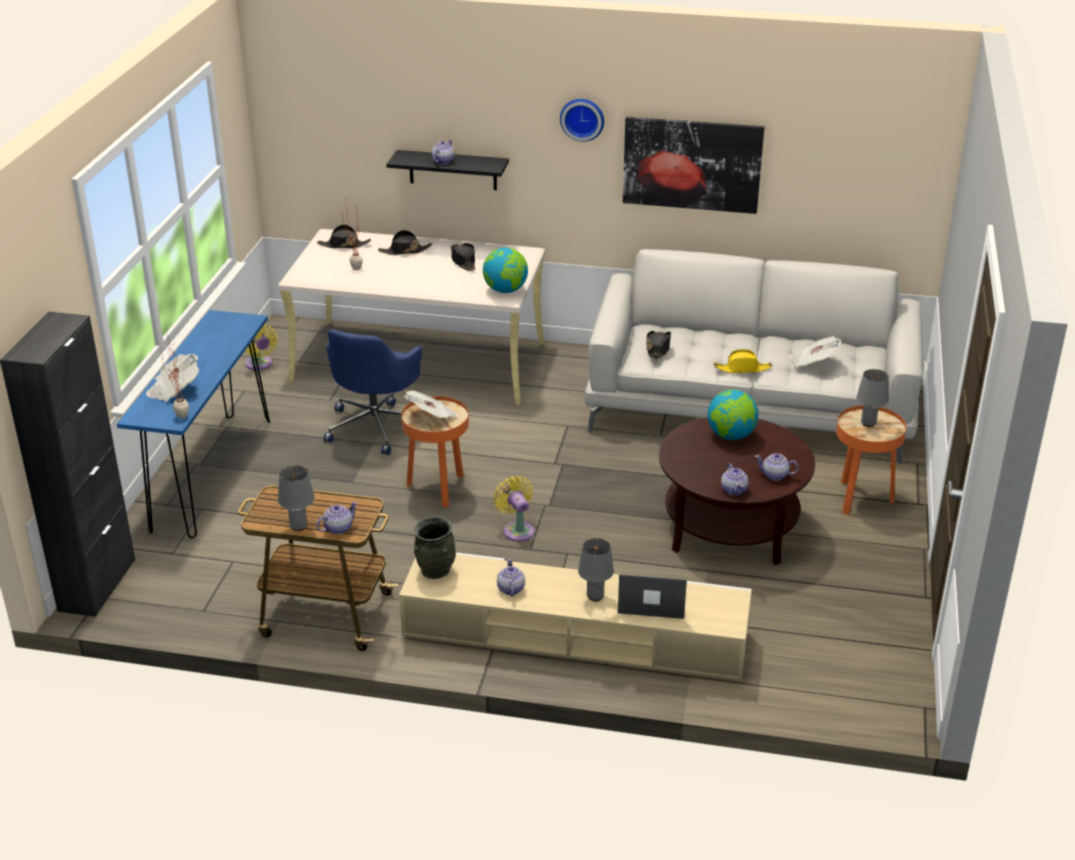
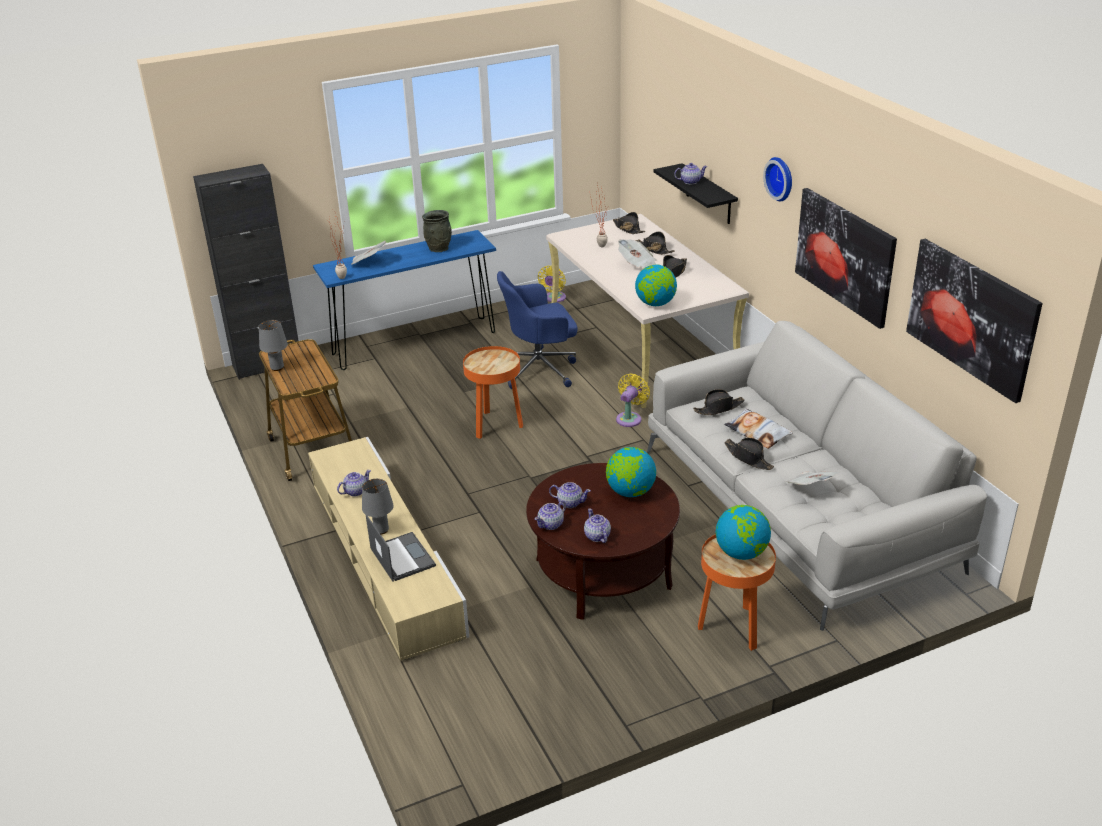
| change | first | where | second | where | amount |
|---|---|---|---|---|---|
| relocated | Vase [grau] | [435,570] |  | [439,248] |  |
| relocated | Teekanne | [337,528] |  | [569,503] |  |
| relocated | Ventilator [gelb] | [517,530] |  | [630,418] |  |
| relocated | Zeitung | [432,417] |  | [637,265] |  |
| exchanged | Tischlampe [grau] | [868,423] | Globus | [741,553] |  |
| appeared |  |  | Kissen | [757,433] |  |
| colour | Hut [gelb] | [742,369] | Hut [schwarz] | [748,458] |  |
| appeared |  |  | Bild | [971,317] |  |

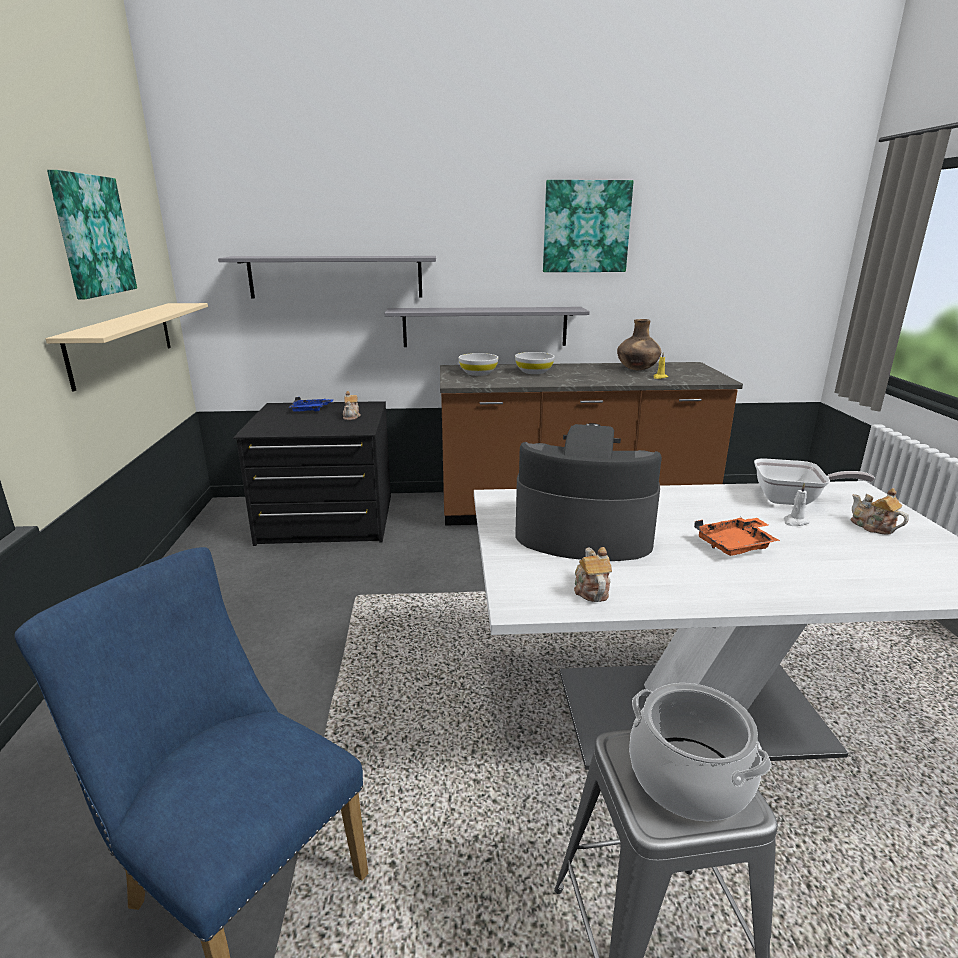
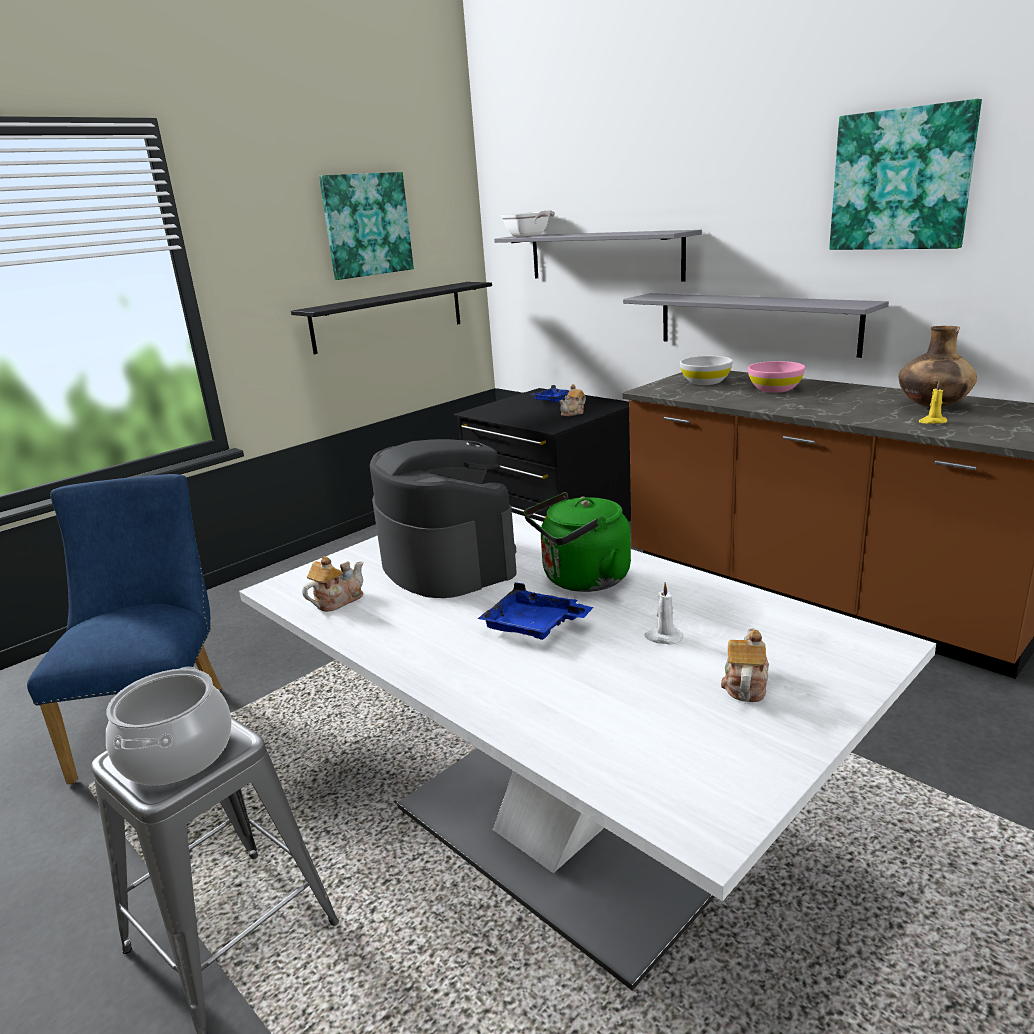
| change | first | where | second | where | amount |
|---|---|---|---|---|---|
| colour | Wandregal [beige] | [122,342] | Wandregal [schwarz] | [389,316] |  |
| colour | Tablett [orange] | [736,545] | Tablett [blau] | [534,626] |  |
| relocated | Pfanne | [793,500] |  | [529,235] |  |
| appeared |  |  | Wasserkessel [grün] | [581,580] |  |
| colour | Schüssel [weiß] | [534,372] | Schüssel [rosa] | [775,389] |  |

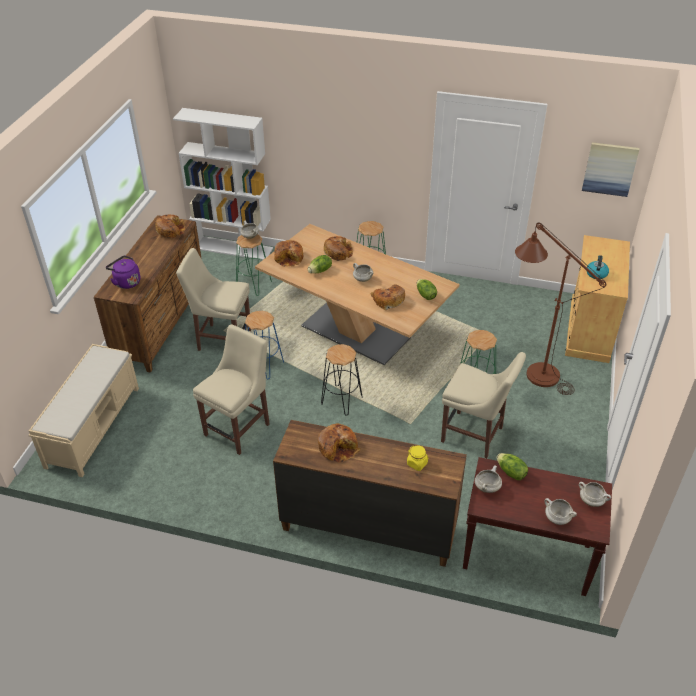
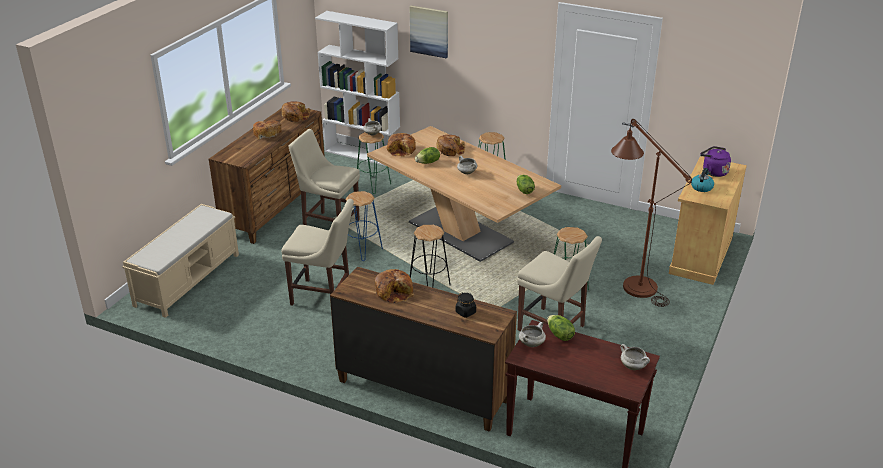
| change | first | where | second | where | amount |
|---|---|---|---|---|---|
| relocated | Brot | [388,300] |  | [267,133] |  |
| spun | Stuhl [beige] | [239,428] |  | [323,296] | 60 degrees clockwise |
| relocated | Bild | [609,169] |  | [429,31] |  |
| colour | Vorratsglas [gelb] | [417,463] | Vorratsglas [schwarz] | [466,312] |  |
| relocated | Wasserkessel [lila] | [126,282] |  | [713,172] |  |
| missing | Kochtopf [weiß] | [556,518] |  |  |  |

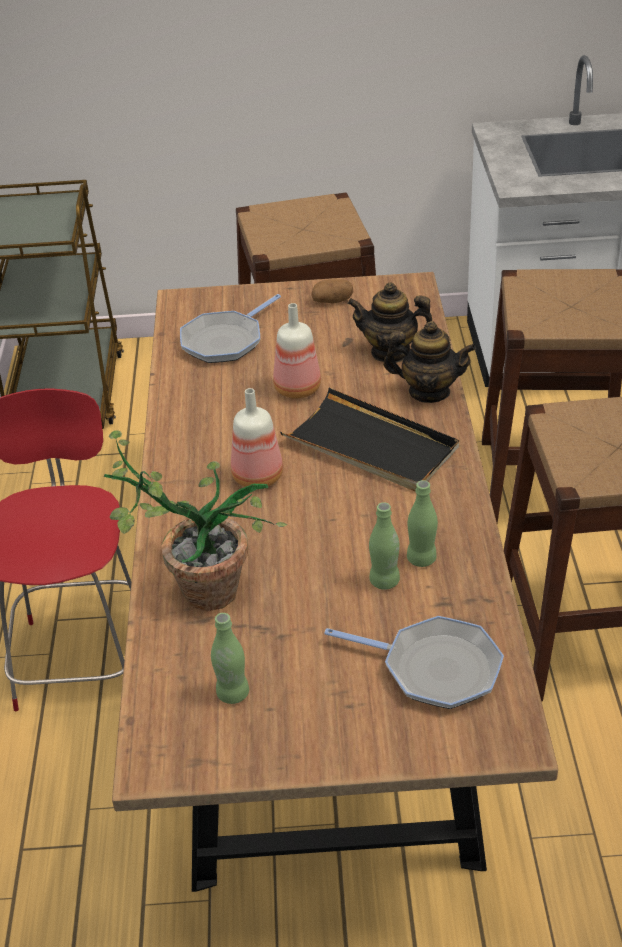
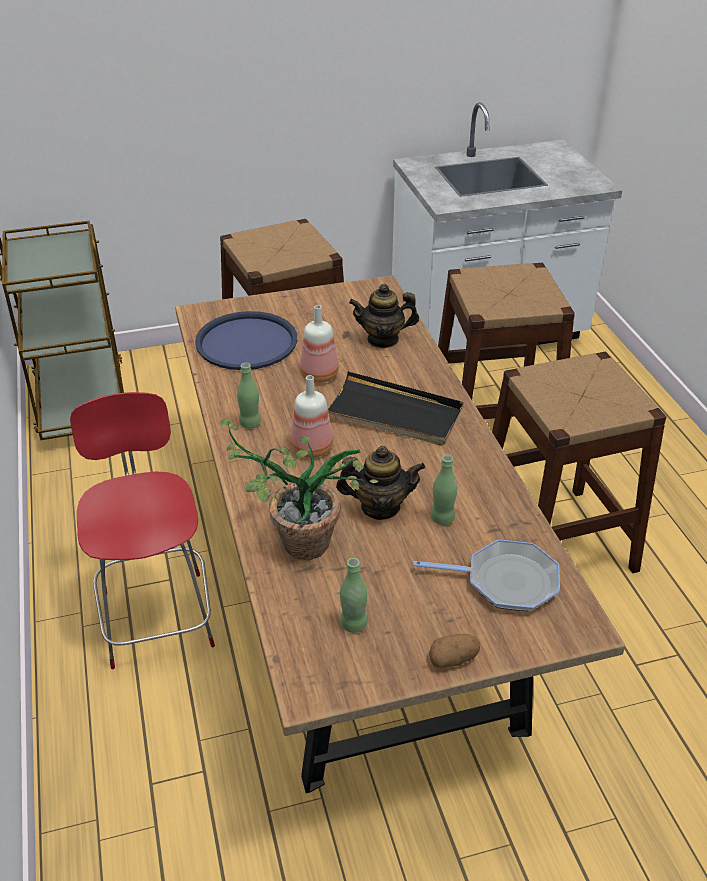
| change | first | where | second | where | amount |
|---|---|---|---|---|---|
| exchanged | Pfanne | [225,341] | Tablett [blau] | [246,342] |  |
| relocated | Flasche [grün] | [421,559] |  | [250,423] |  |
| relocated | Teekanne | [429,392] |  | [380,507] |  |
| relocated | Kartoffel | [332,301] |  | [453,659] |  |

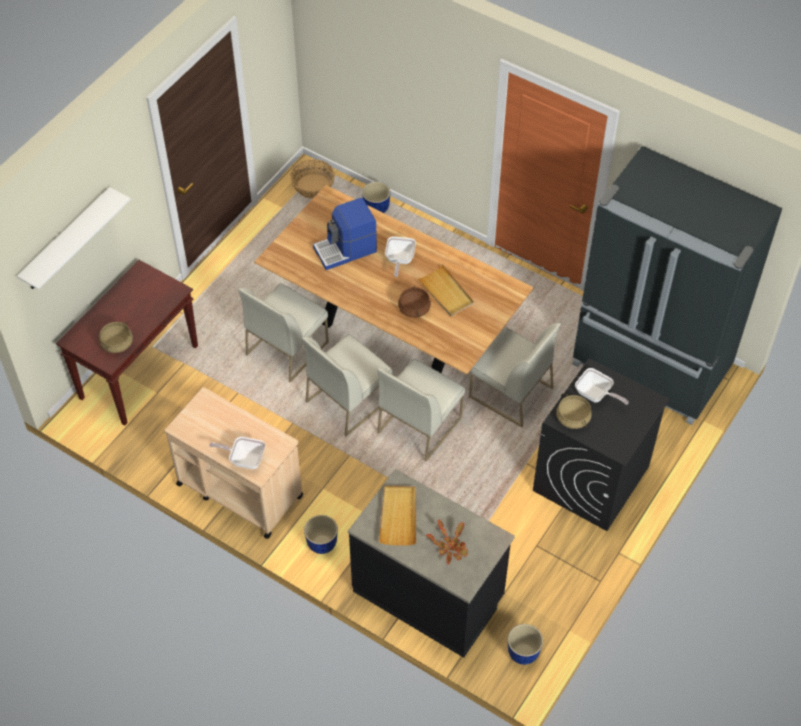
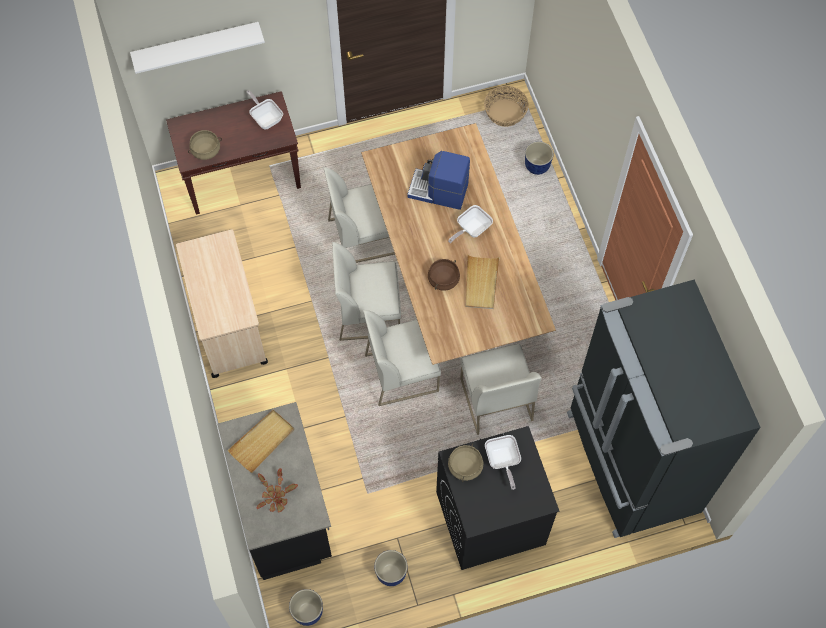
| change | first | where | second | where | amount |
|---|---|---|---|---|---|
| relocated | Pfanne | [244,459] |  | [266,118] |  |
| relocated | Pflanzkübel | [322,544] |  | [390,574] |  |

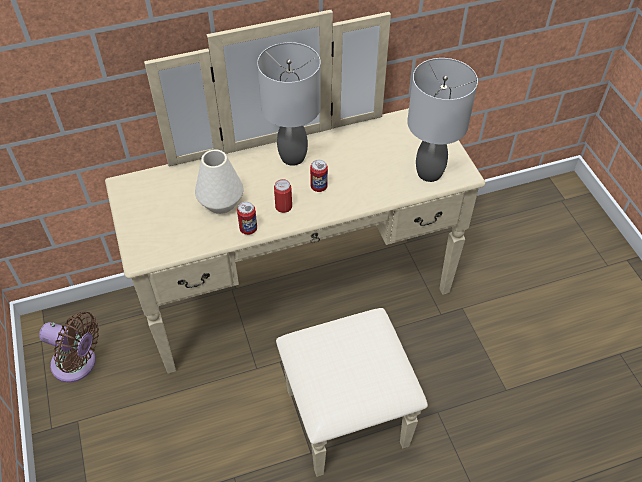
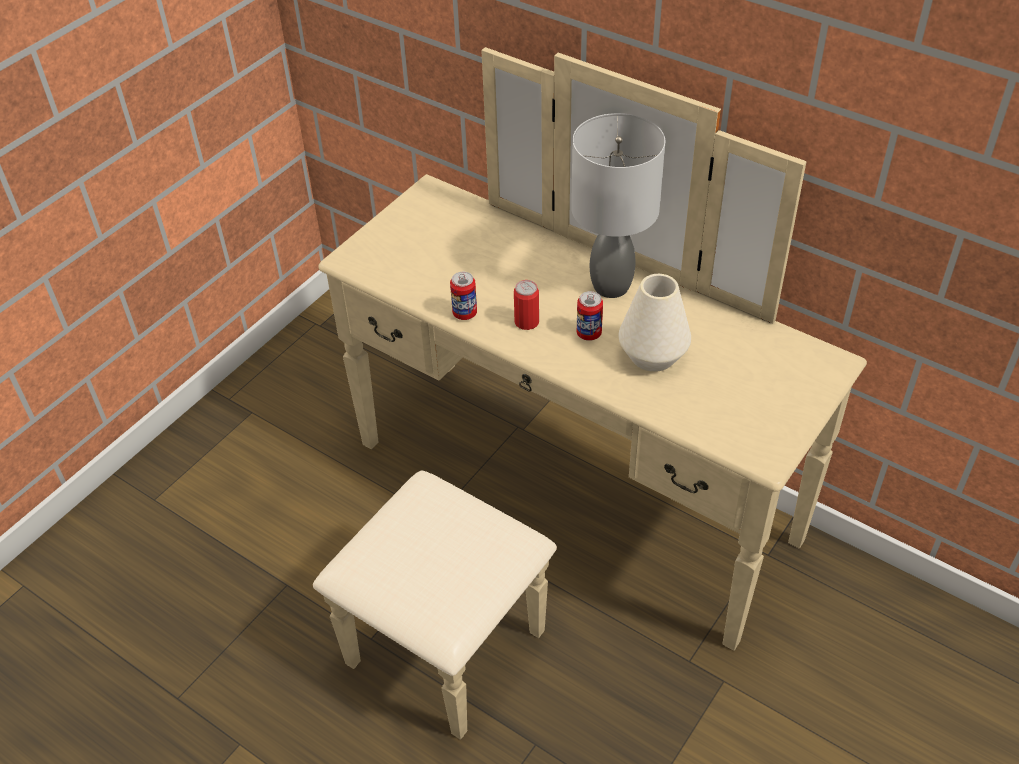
| change | first | where | second | where | amount |
|---|---|---|---|---|---|
| relocated | Vase [weiß] | [221,202] |  | [652,356] |  |
| missing | Ventilator [braun] | [78,364] |  |  |  |
| missing | Tischlampe [grau] | [429,172] |  |  |  |

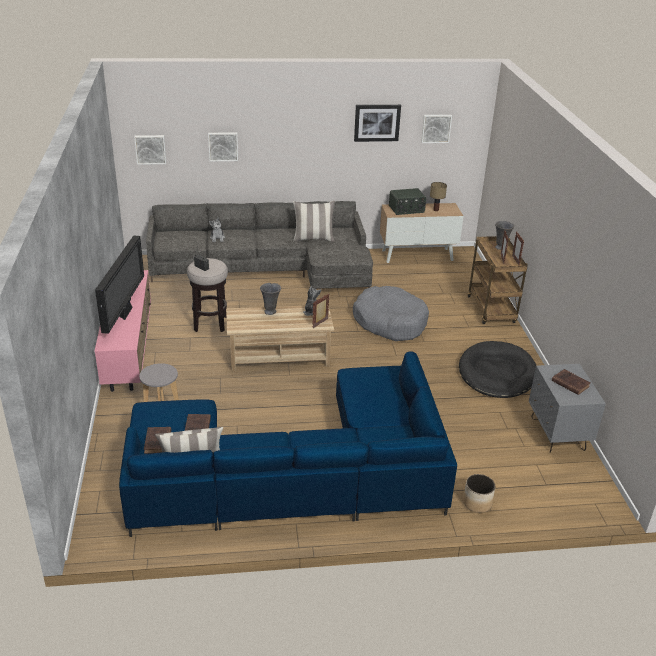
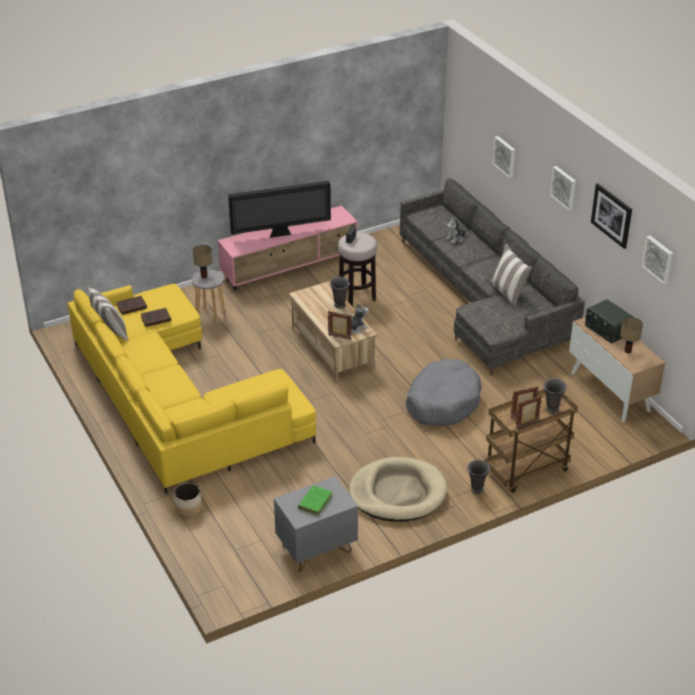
| change | first | where | second | where | amount |
|---|---|---|---|---|---|
| colour | Sofa [blau] | [297,473] | Sofa [gelb] | [177,401] |  |
| appeared |  |  | Tischlampe | [204,276] |  |
| colour | Buch [braun] | [569,383] | Buch [grün] | [315,501] |  |
| colour | Hundebett [schwarz] | [497,373] | Hundebett [beige] | [397,493] |  |
| appeared |  |  | Vase [grau] | [476,490] |  |
| relocated | Bild | [150,149] |  | [564,187] |  |

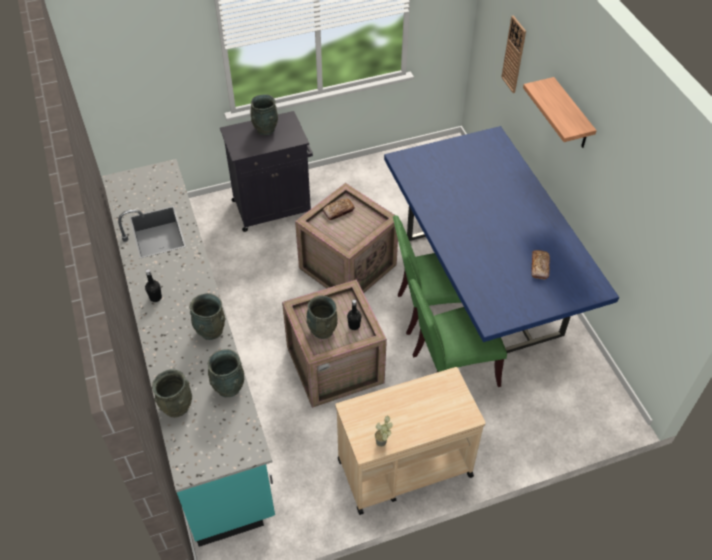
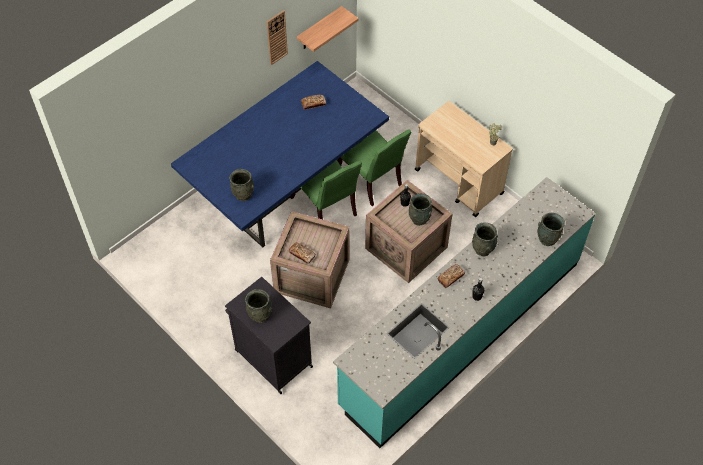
| change | first | where | second | where | amount |
|---|---|---|---|---|---|
| relocated | Vase [grau] | [229,388] |  | [243,194] |  |
| relocated | Wanduhr | [514,55] |  | [276,37] |  |
| relocated | Wandregal | [571,115] |  | [319,29] |  |
| appeared |  |  | Brot | [451,277] |  |

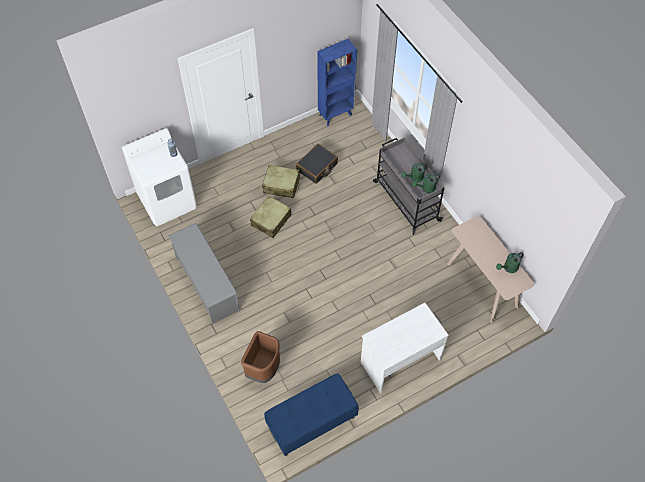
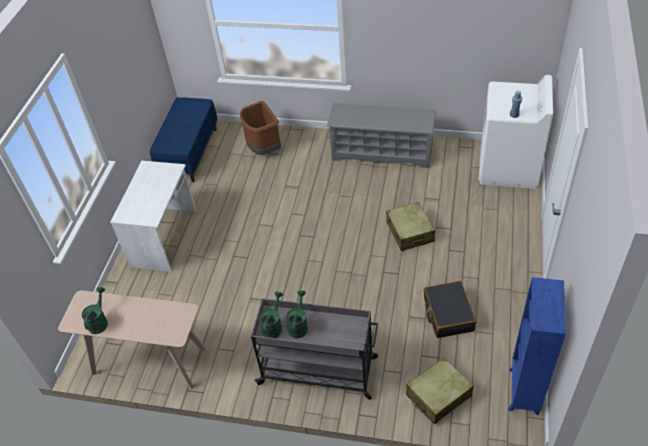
| change | first | where | second | where | amount |
|---|---|---|---|---|---|
| relocated | Koffer [beige] | [281,185] |  | [438,395] |  |

